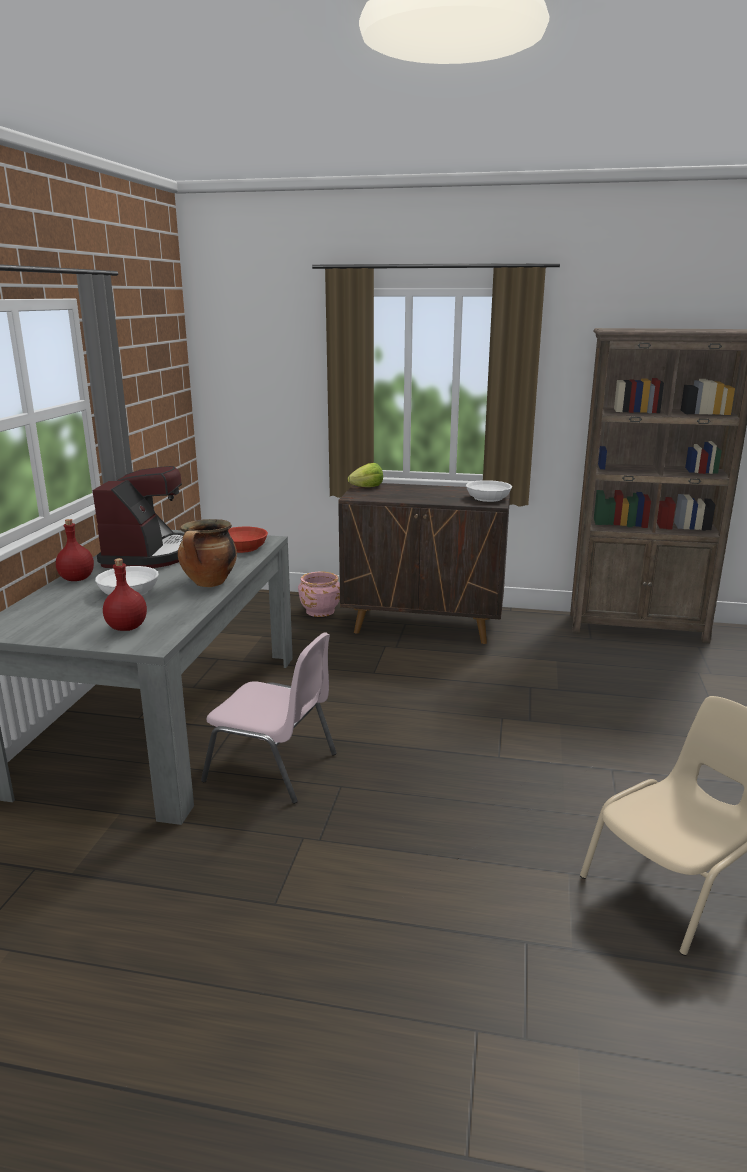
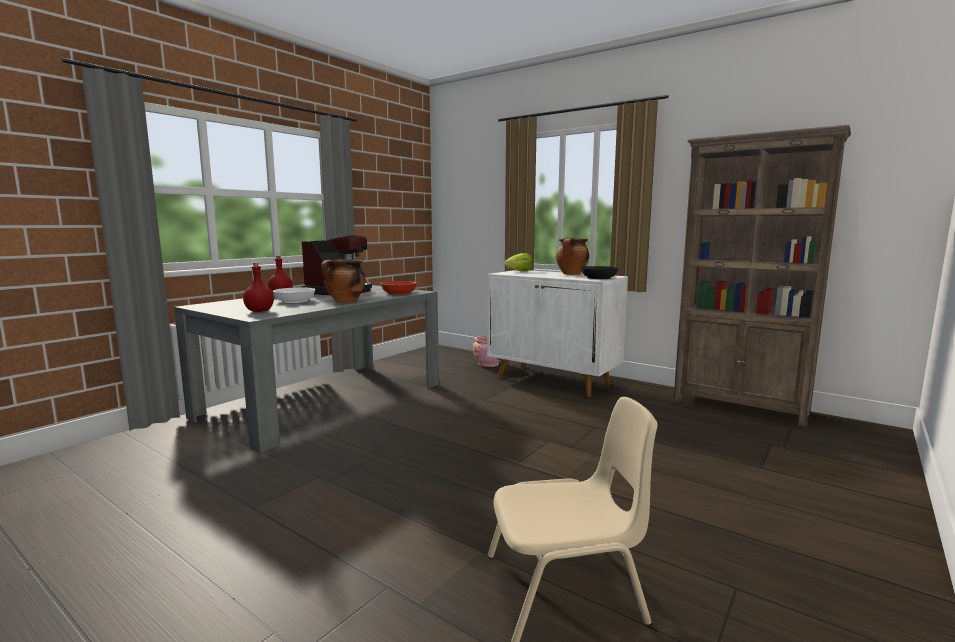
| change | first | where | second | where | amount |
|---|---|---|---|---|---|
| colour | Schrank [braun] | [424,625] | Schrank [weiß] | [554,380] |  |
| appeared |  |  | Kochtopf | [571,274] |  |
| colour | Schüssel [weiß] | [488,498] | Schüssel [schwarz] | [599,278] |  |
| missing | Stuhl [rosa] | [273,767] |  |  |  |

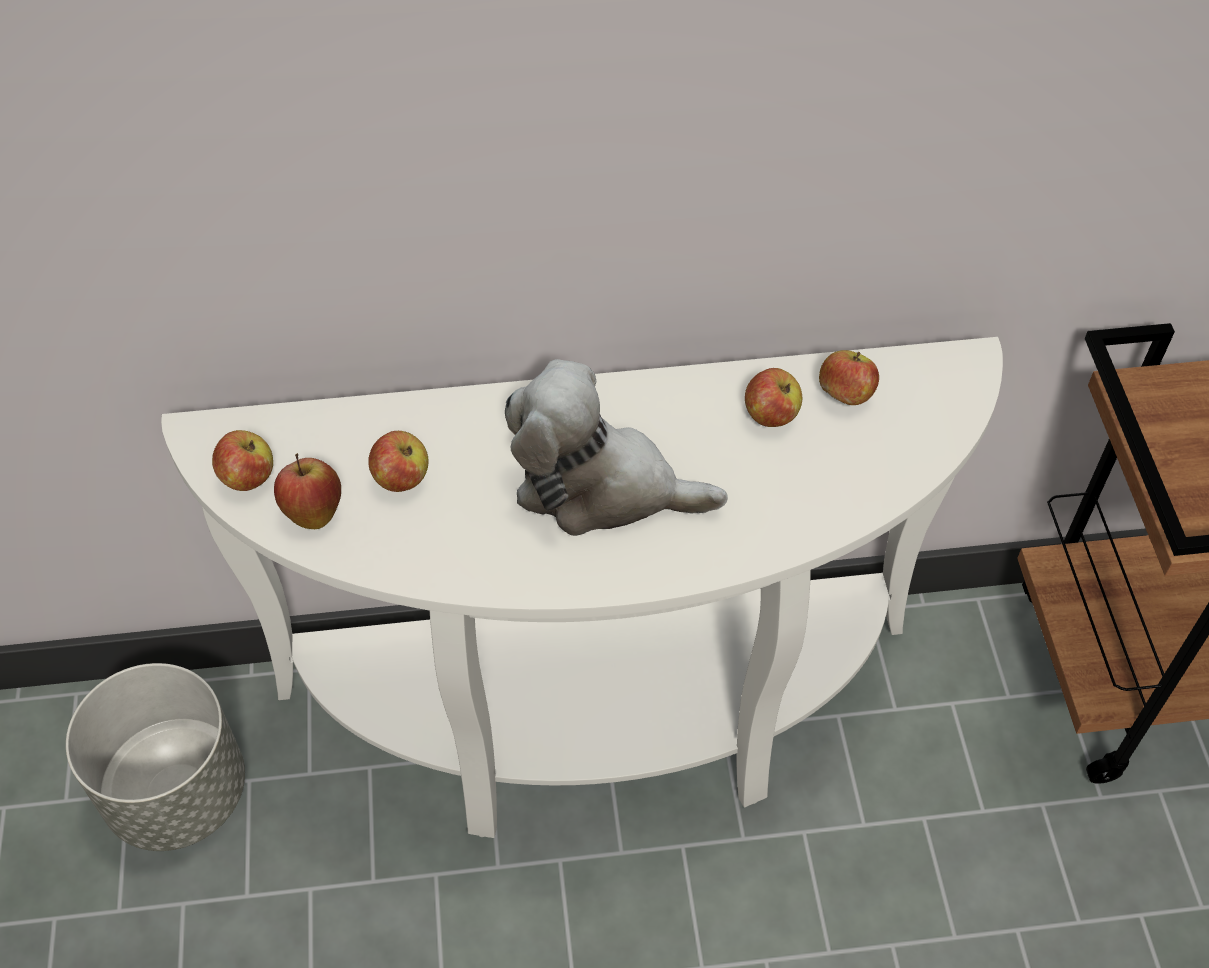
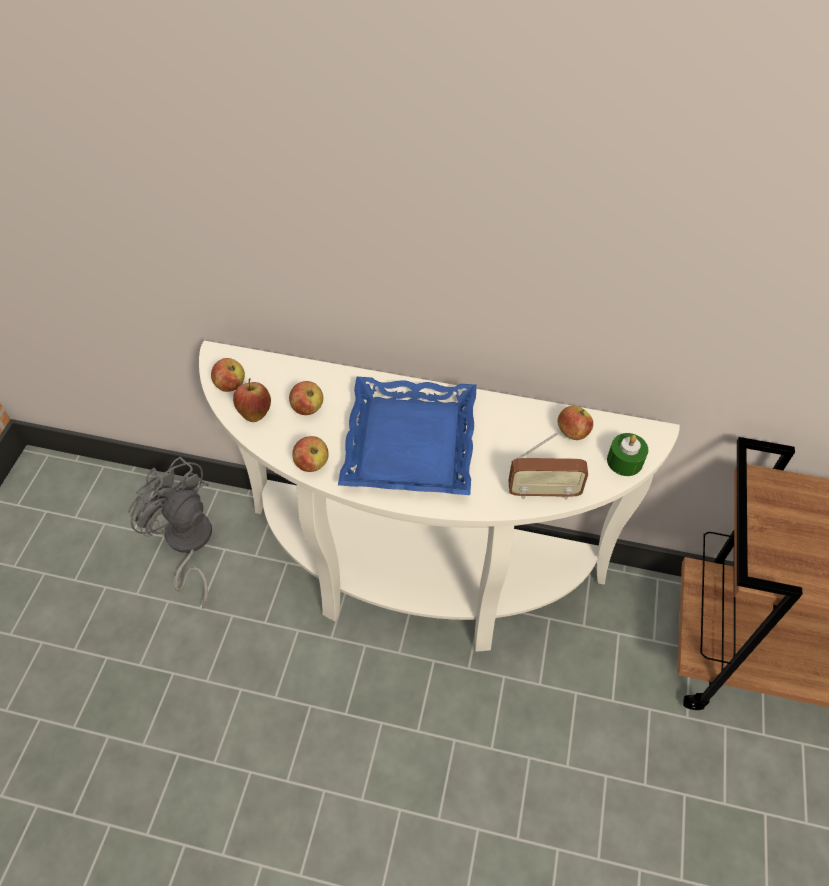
| change | first | where | second | where | amount |
|---|---|---|---|---|---|
| exchanged | Pflanzkübel [grau] | [177,793] | Ventilator [grau] | [188,544] |  |
| relocated | Apfel | [771,415] |  | [312,463] |  |
| exchanged | Plüschtier | [601,486] | Tablett [blau] | [411,443] |  |
| appeared |  |  | Radio | [543,492] |  |
| appeared |  |  | Kerze [grün] | [624,461] |  |

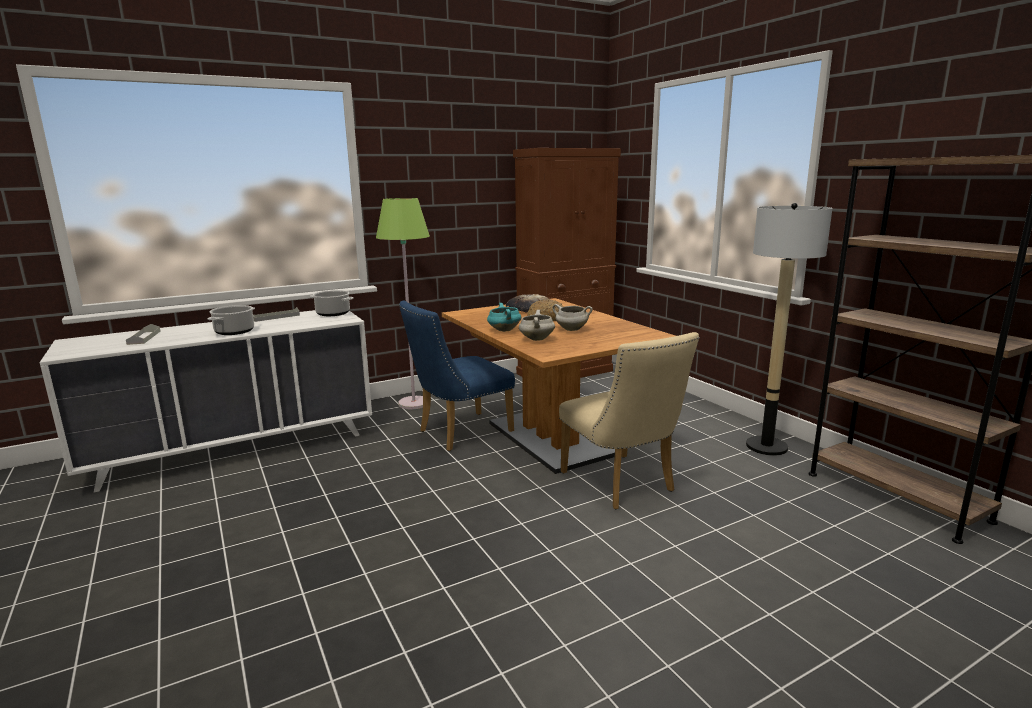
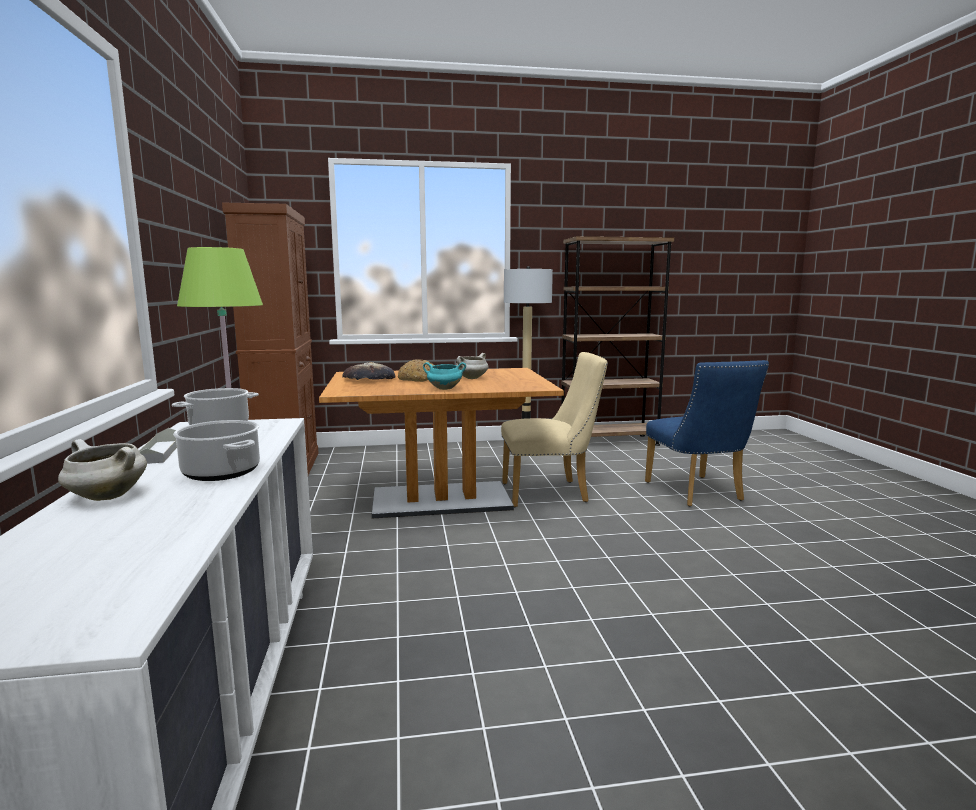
| change | first | where | second | where | amount |
|---|---|---|---|---|---|
| relocated | Kochtopf [weiß] | [536,339] |  | [105,497] |  |
| relocated | Stuhl [blau] | [459,434] |  | [697,493] |  |
| missing | Tablett [grau] | [144,337] |  |  |  |

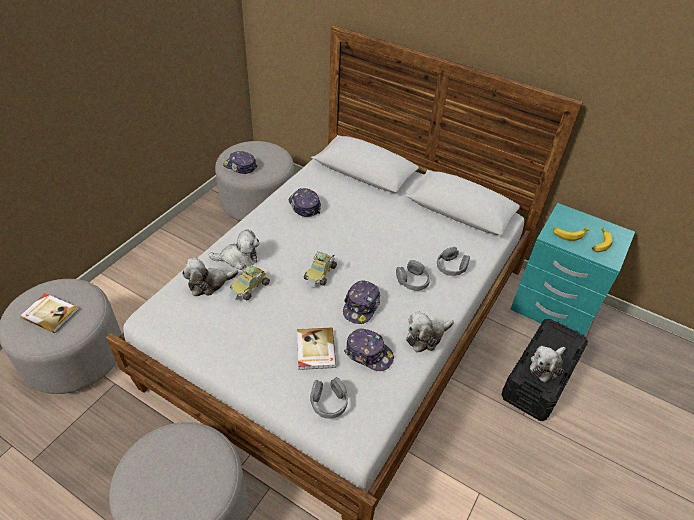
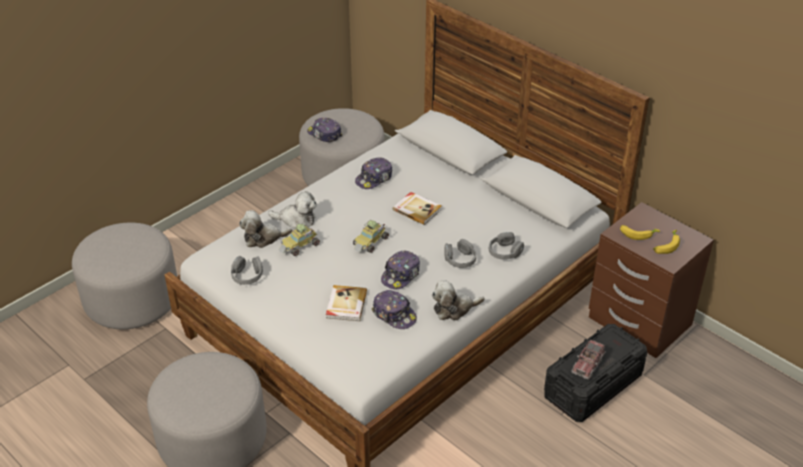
| change | first | where | second | where | amount |
|---|---|---|---|---|---|
| relocated | Kopfhörer [grau] | [329,402] |  | [247,276] |  |
| spun | Kappe | [304,206] |  | [374,178] | 120 degrees counterclockwise |
| relocated | Buch | [50,313] |  | [417,209] |  |
| exchanged | Plüschtier | [546,366] | Spielzeuglaster | [588,364] |  |
| colour | Nachttisch [türkis] | [552,308] | Nachttisch [braun] | [638,322] |  |

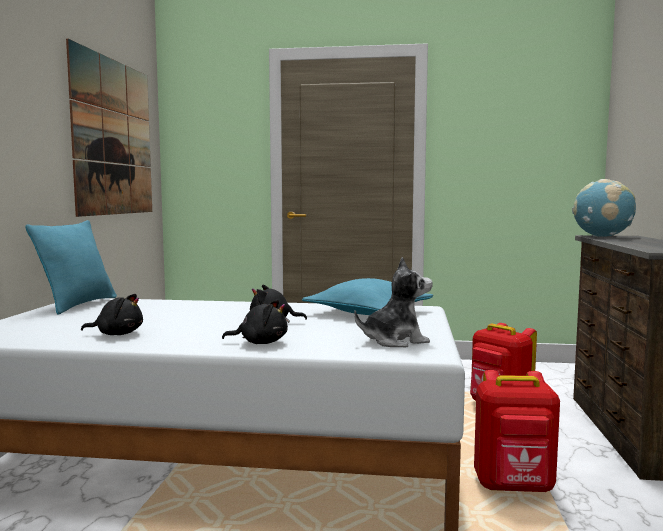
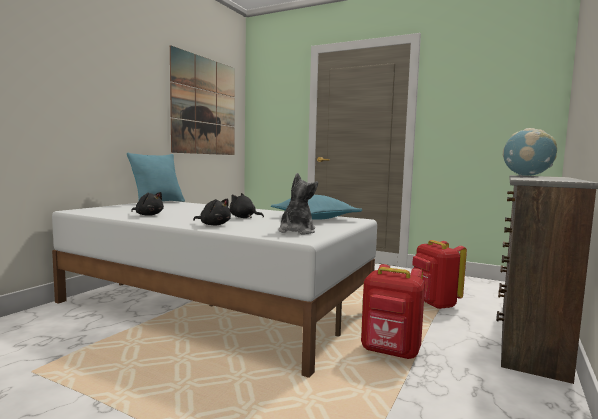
| change | first | where | second | where | amount |
|---|---|---|---|---|---|
| spun | Plüschtier | [395,341] |  | [296,231] | 75 degrees counterclockwise |

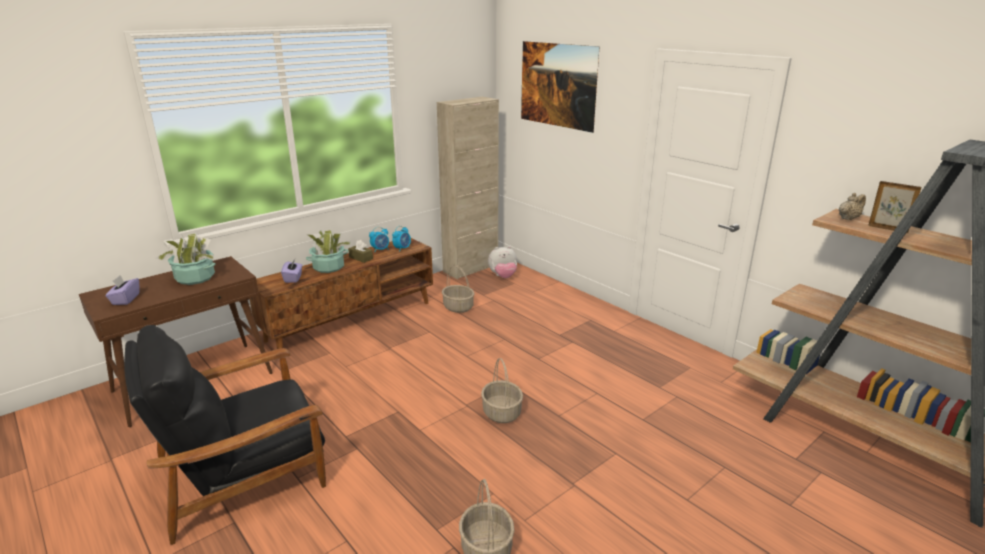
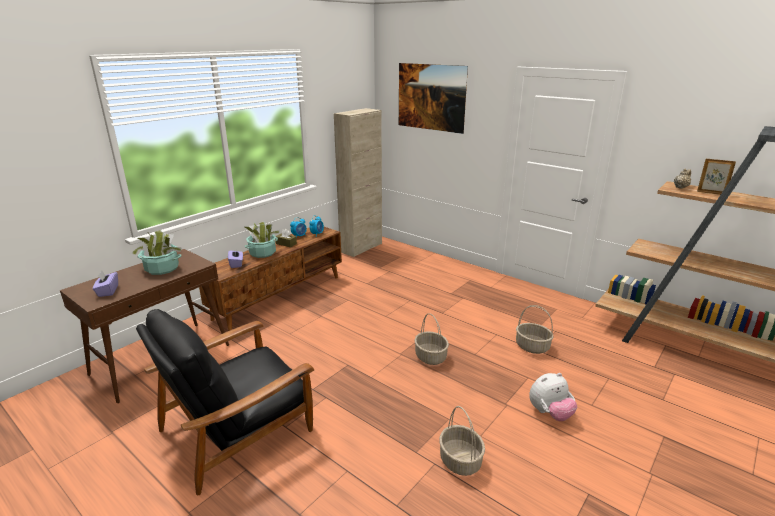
| change | first | where | second | where | amount |
|---|---|---|---|---|---|
| relocated | Korb | [458,307] |  | [532,346] |  |
| relocated | Plüschtier | [503,276] |  | [550,413] |  |

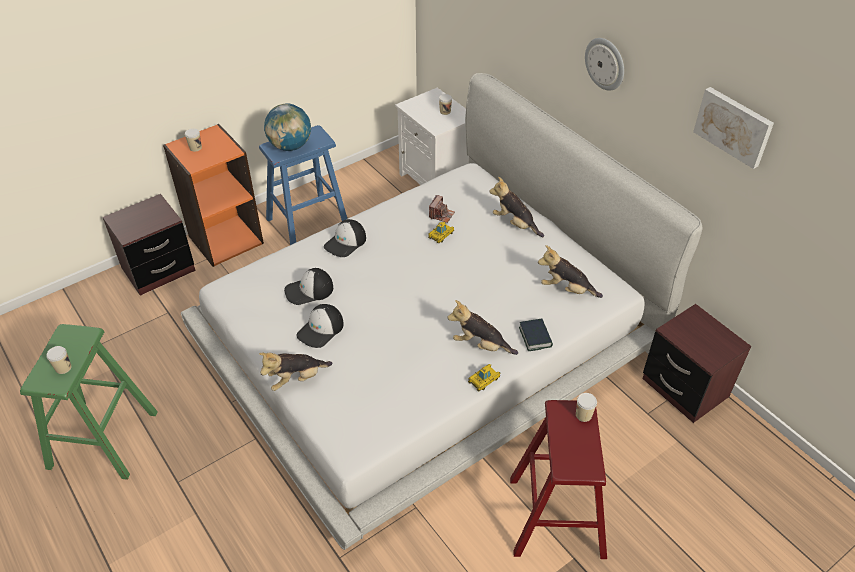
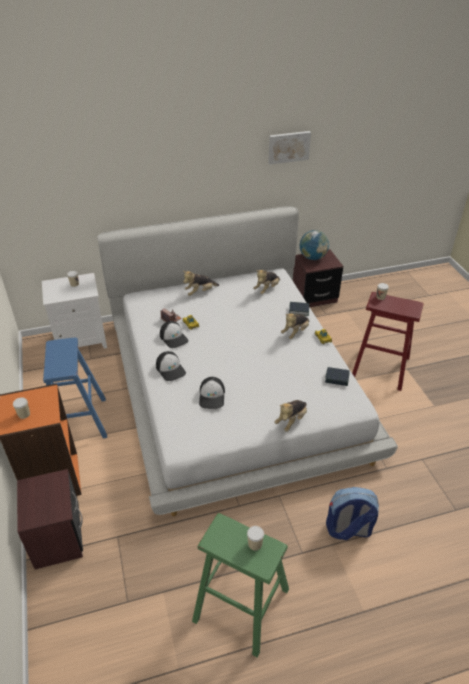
| change | first | where | second | where | amount |
|---|---|---|---|---|---|
| relocated | Kappe | [321,330] |  | [174,337] |  |
| spun | Plüschtier | [296,379] |  | [291,420] | 45 degrees clockwise |
| relocated | Globus | [290,146] |  | [313,257] |  |
| appeared |  |  | Buch | [337,379] |  |
| appeared |  |  | Rucksack | [348,529] |  |
| missing | Wanduhr | [605,63] |  |  |  |

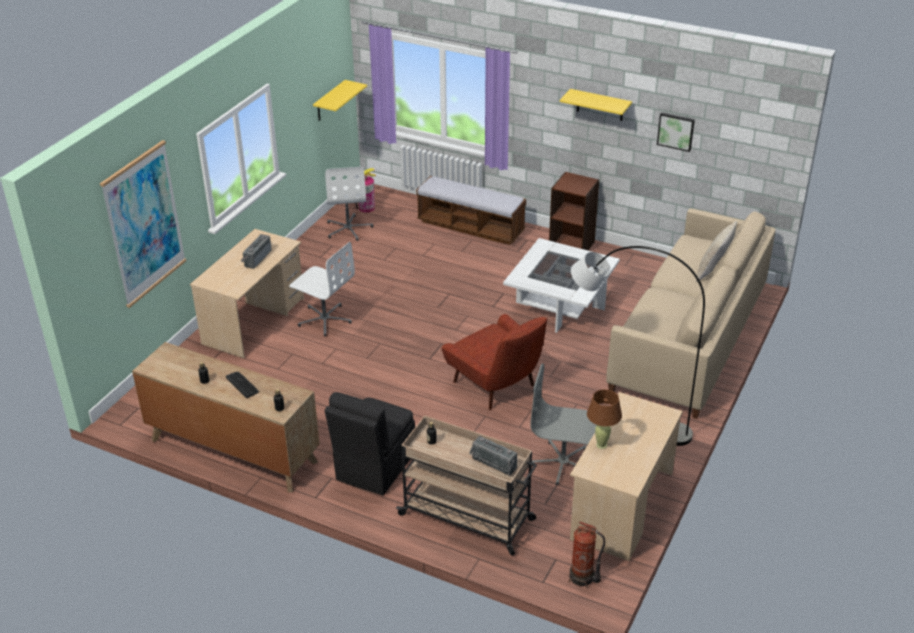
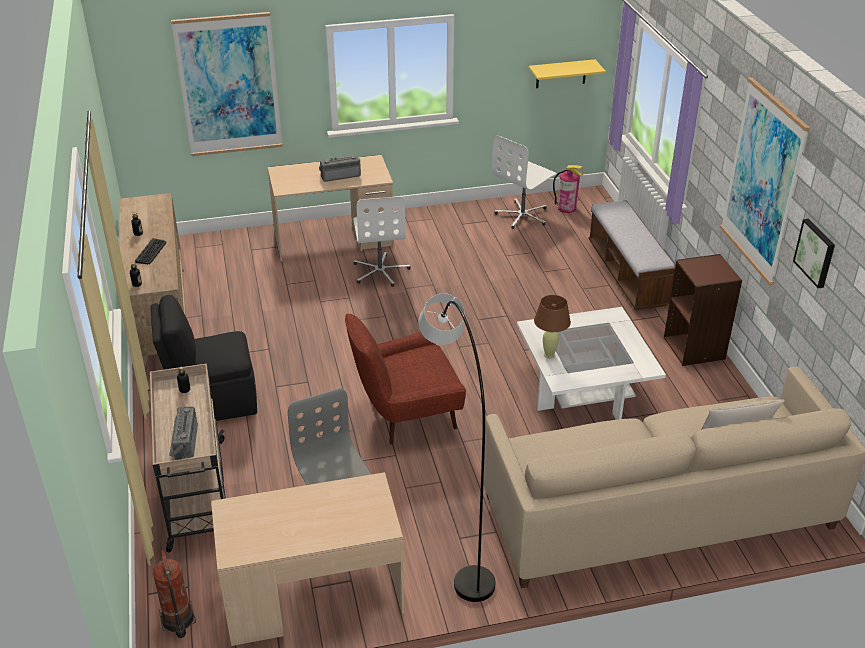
| change | first | where | second | where | amount |
|---|---|---|---|---|---|
| spun | Sessel [rot] | [497,386] |  | [406,415] | 60 degrees clockwise |
| relocated | Tischlampe [braun] | [601,445] |  | [549,355] |  |
| exchanged | Wandregal [gelb] | [600,105] | Bild | [762,181] |  |

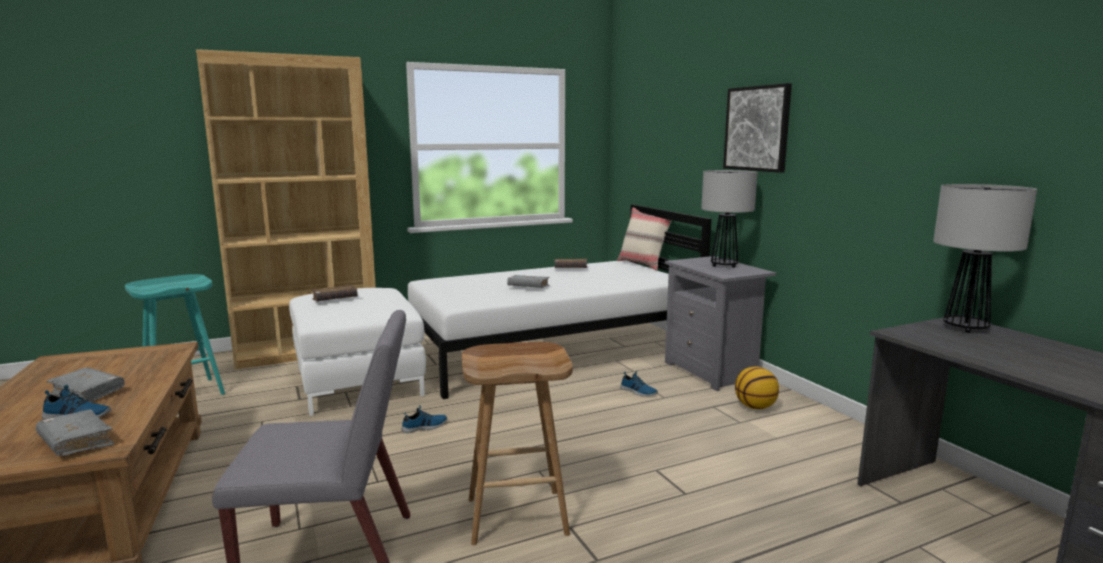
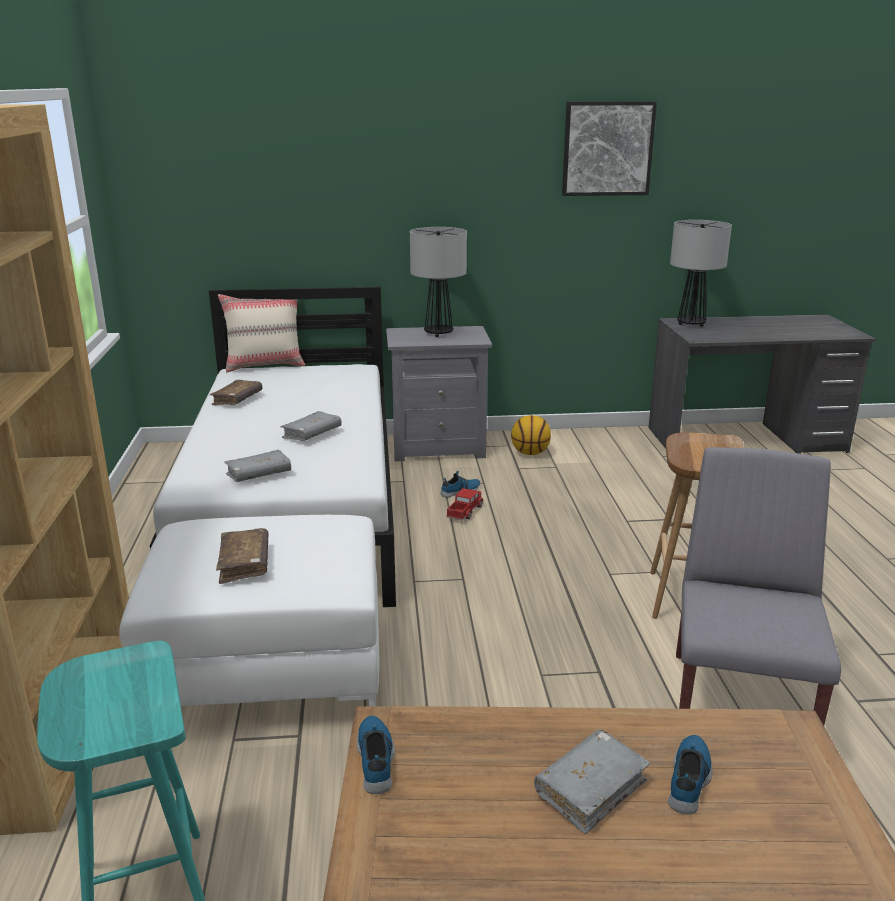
| change | first | where | second | where | amount |
|---|---|---|---|---|---|
| relocated | Buch [grau] | [76,442] |  | [259,474] |  |
| relocated | Schuh | [425,427] |  | [377,758] |  |
| appeared |  |  | Spielzeuglaster | [464,512] |  |
| relocated | Bild | [757,128] |  | [607,149] |  |

